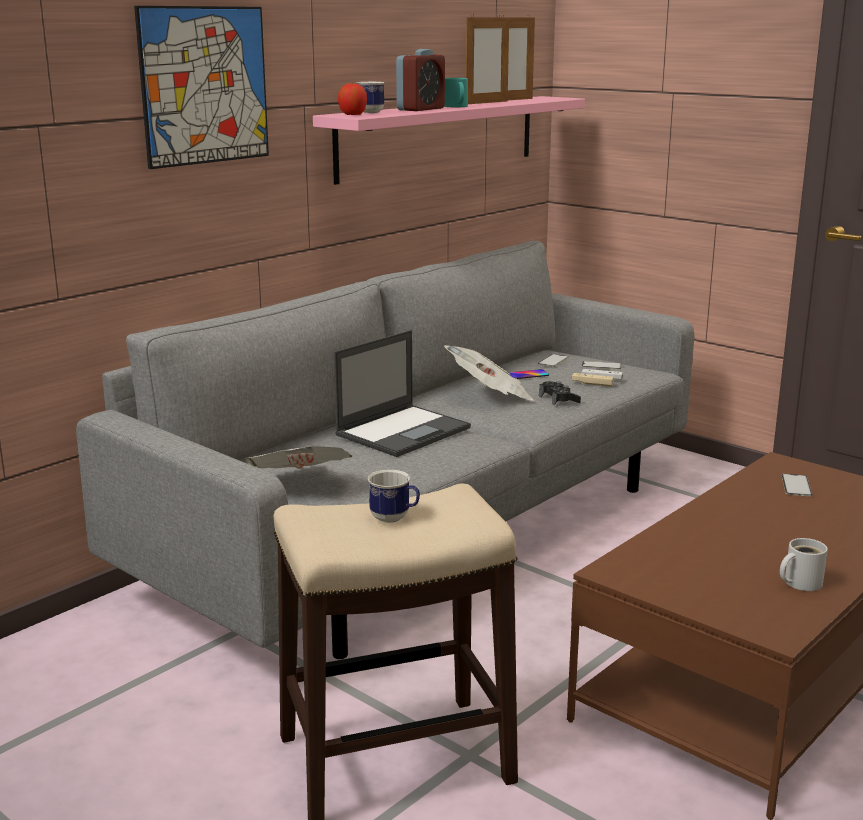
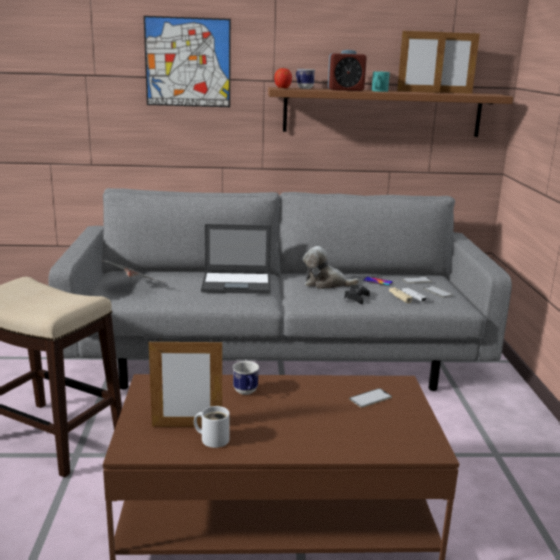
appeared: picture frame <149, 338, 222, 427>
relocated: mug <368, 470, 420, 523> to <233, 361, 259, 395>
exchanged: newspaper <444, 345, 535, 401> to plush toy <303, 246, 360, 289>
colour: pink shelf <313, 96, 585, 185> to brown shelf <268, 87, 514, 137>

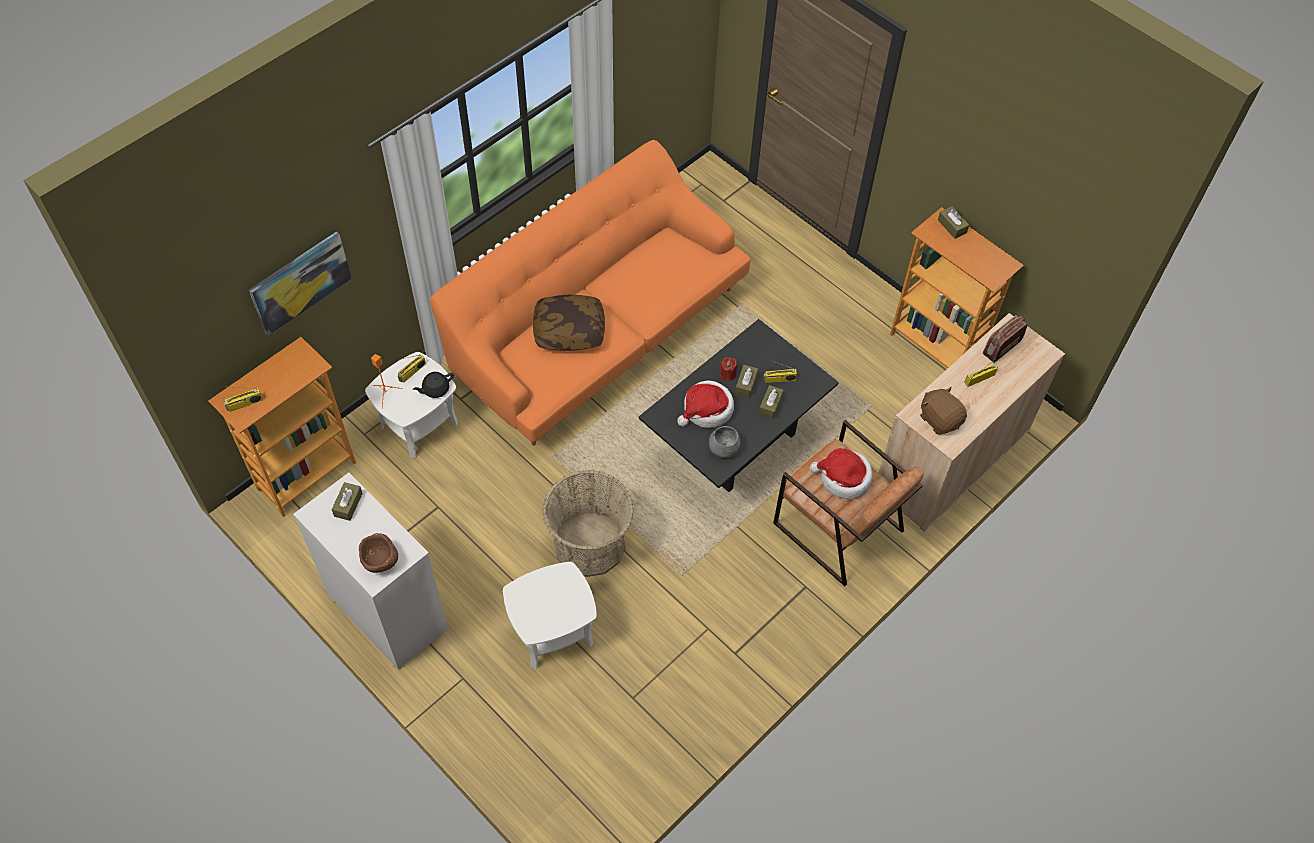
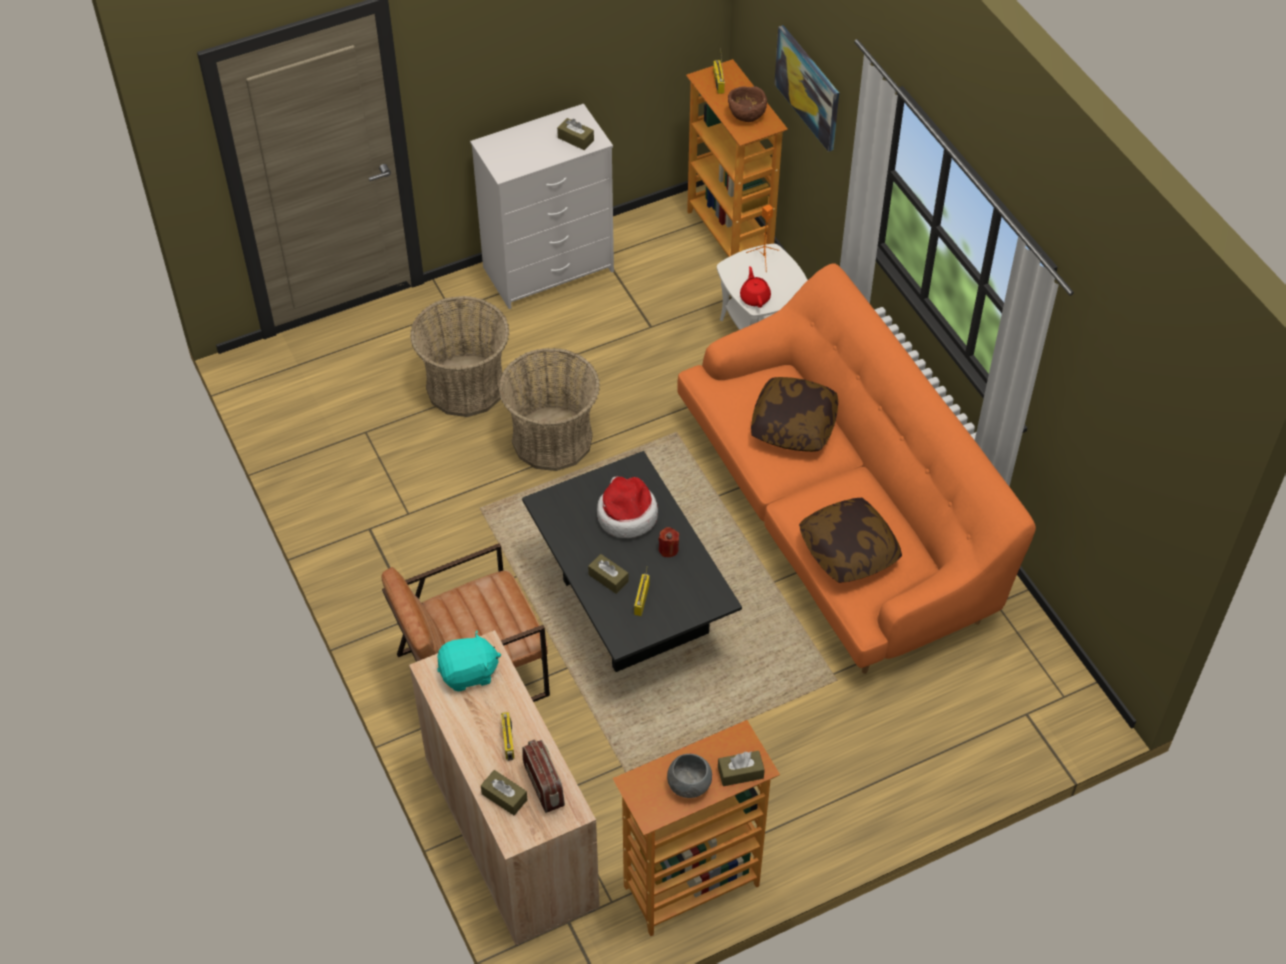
missing: radio <398, 354, 426, 383>; hat <810, 448, 873, 499>
appeared: pillow <799, 498, 902, 583>
relocated: brown tissue box <735, 365, 758, 398> to <481, 770, 528, 815>; grey bowl <709, 426, 740, 458> to <667, 754, 712, 798>; brown bowl <359, 533, 398, 573> to <728, 86, 767, 122>
exchanged: white side table <503, 562, 597, 669> to basket <410, 296, 509, 417>
colour: black teapot <413, 372, 454, 398> to red teapot <740, 266, 771, 308>; brown plush toy <920, 387, 967, 435> to turquoise plush toy <437, 630, 501, 691>

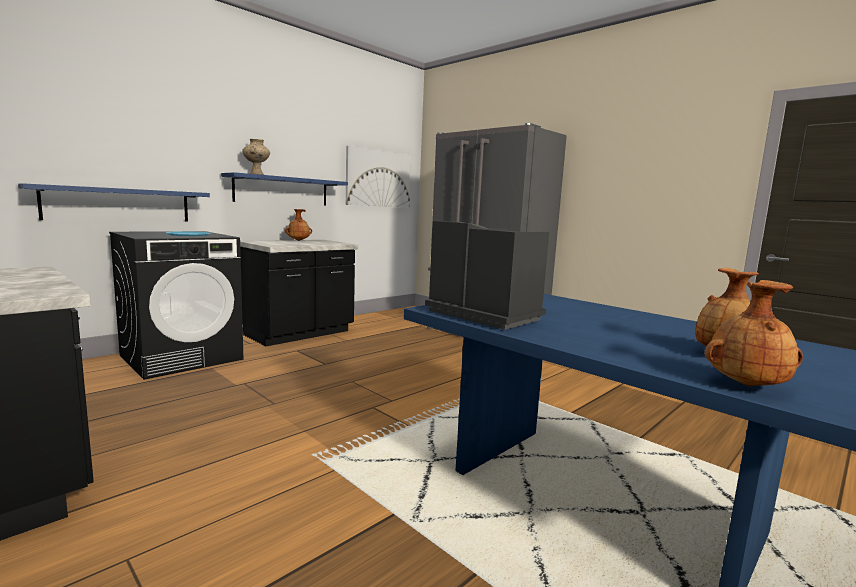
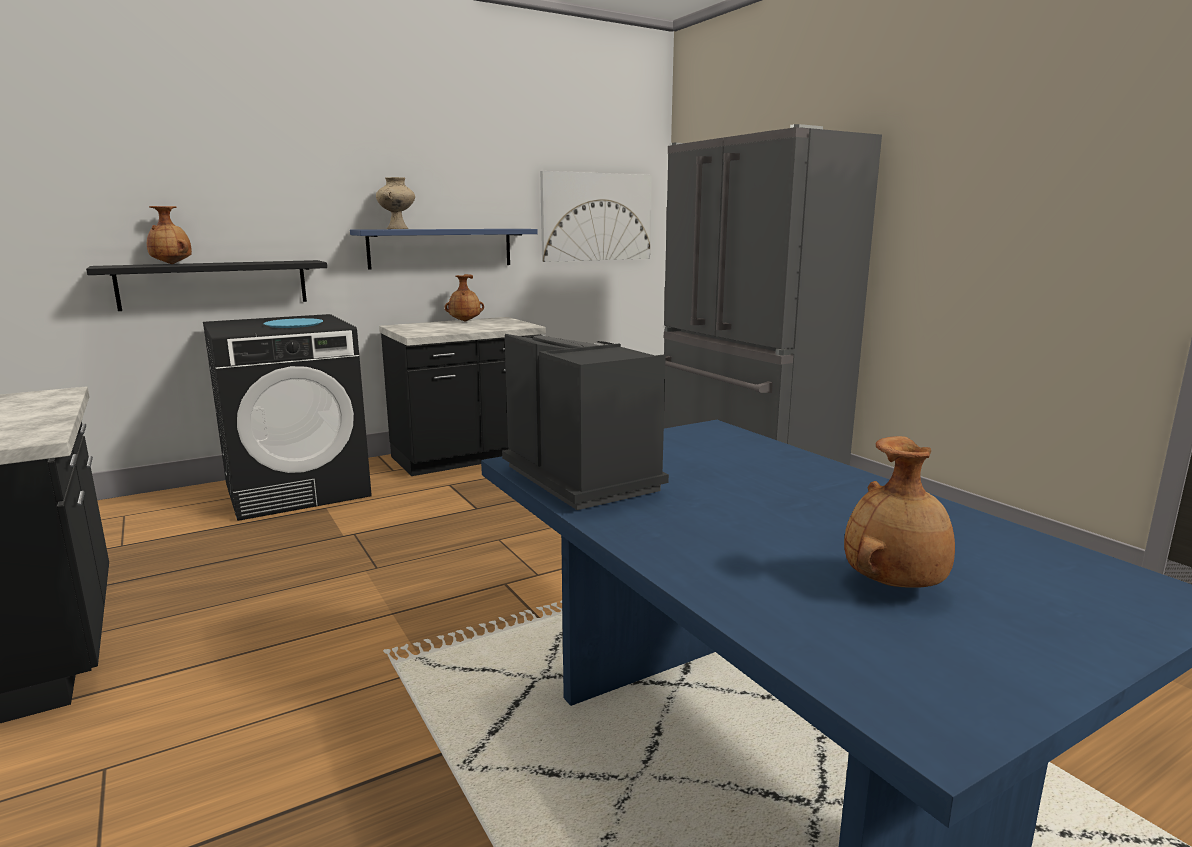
relocated: brown vase <704, 280, 803, 386> to <147, 206, 192, 264>
colour: blue shelf <18, 183, 210, 222> to black shelf <86, 260, 327, 311>

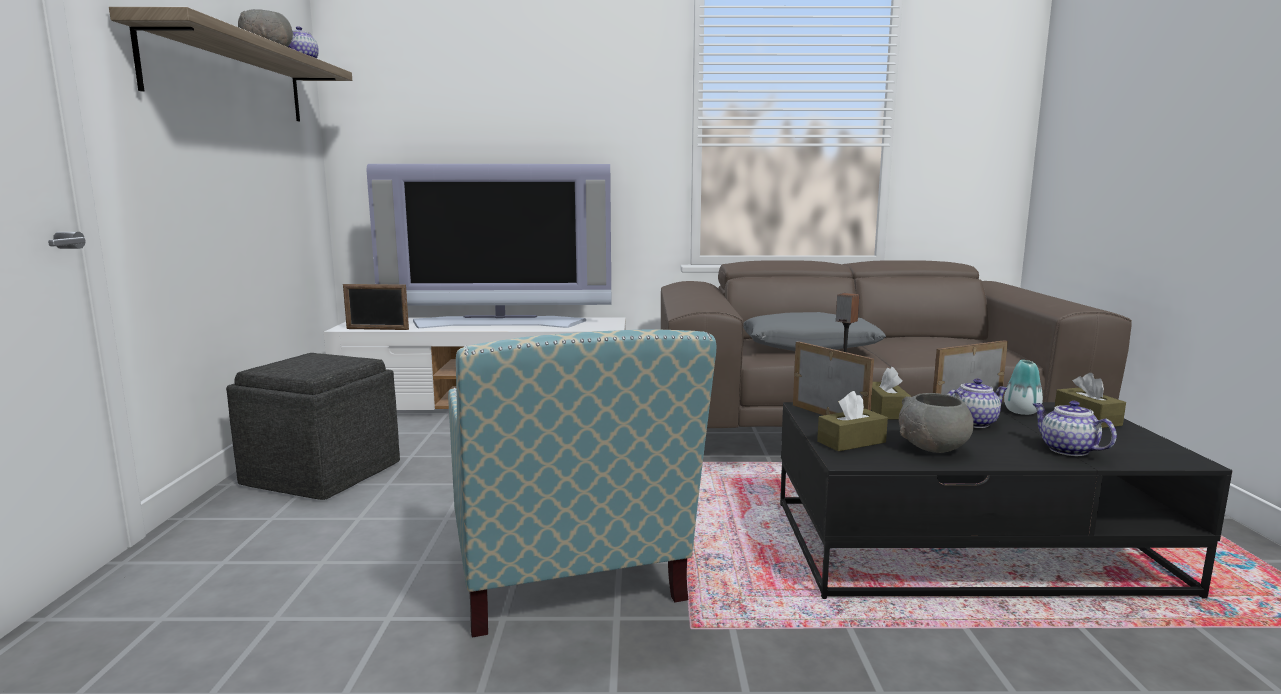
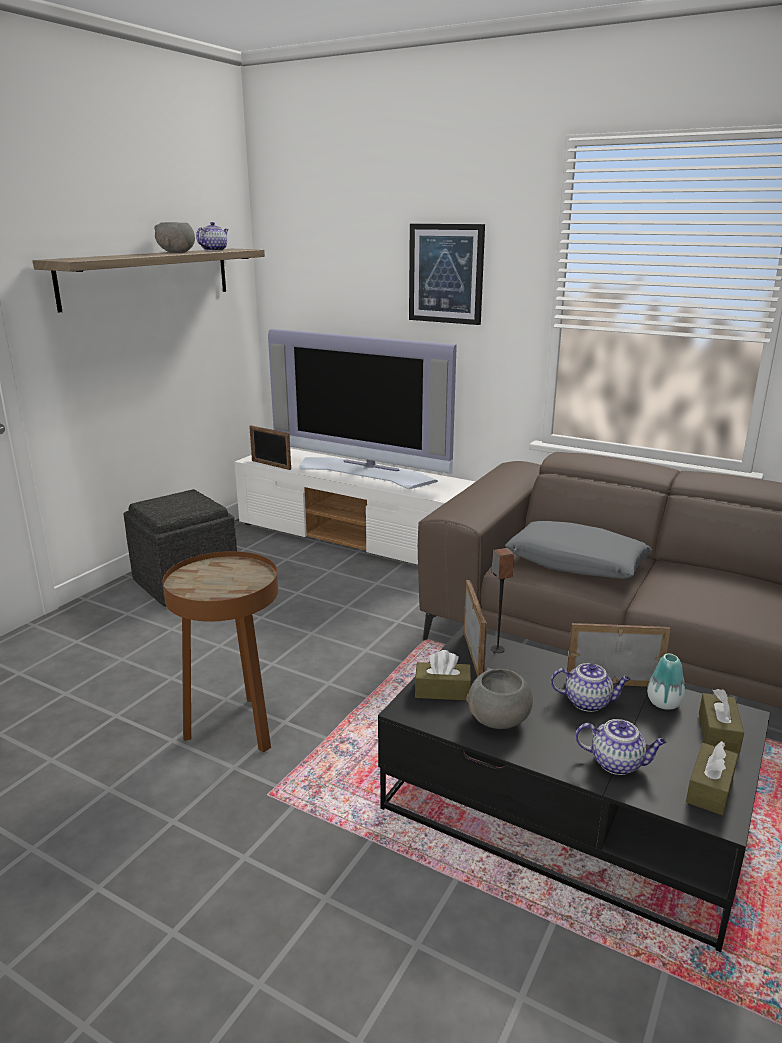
appeared: picture <409, 224, 485, 325>
relocated: brown tissue box <871, 367, 911, 419> to <686, 741, 738, 815>
exchanged: armchair <448, 329, 716, 637> to brown side table <162, 551, 278, 753>
spun: teapot <1033, 401, 1117, 456> = <575, 719, 667, 775> 105 degrees clockwise

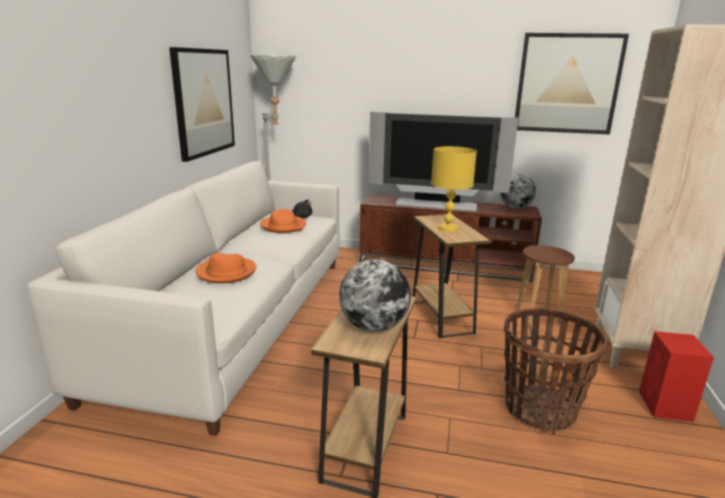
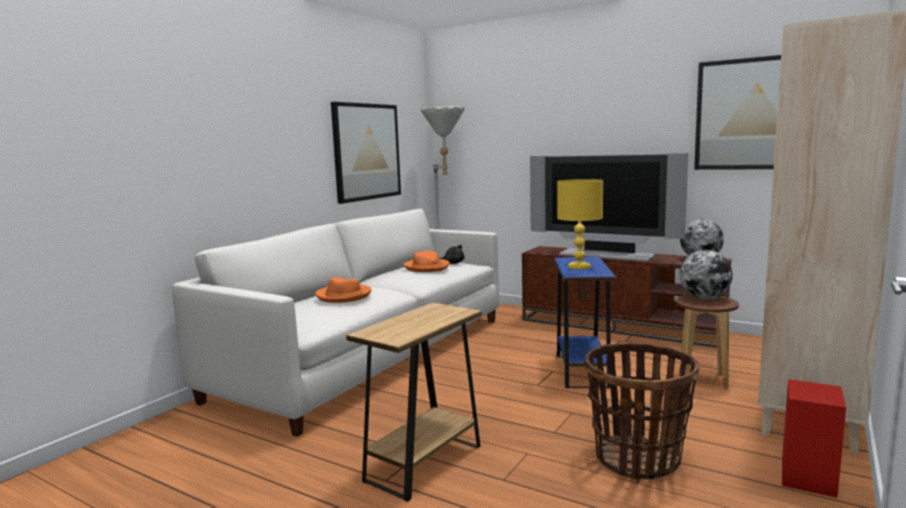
relocated: globe <339, 259, 411, 332> to <679, 250, 733, 299>
colour: brown side table <413, 214, 490, 338> to blue side table <555, 257, 616, 388>

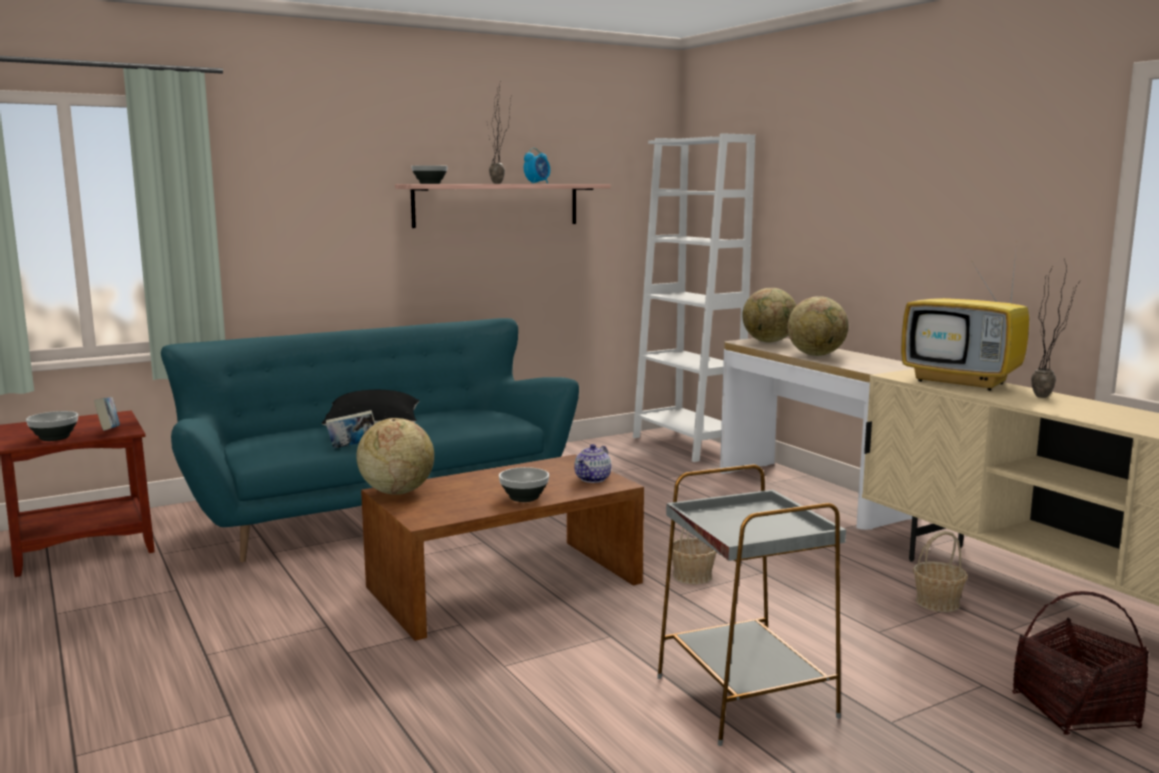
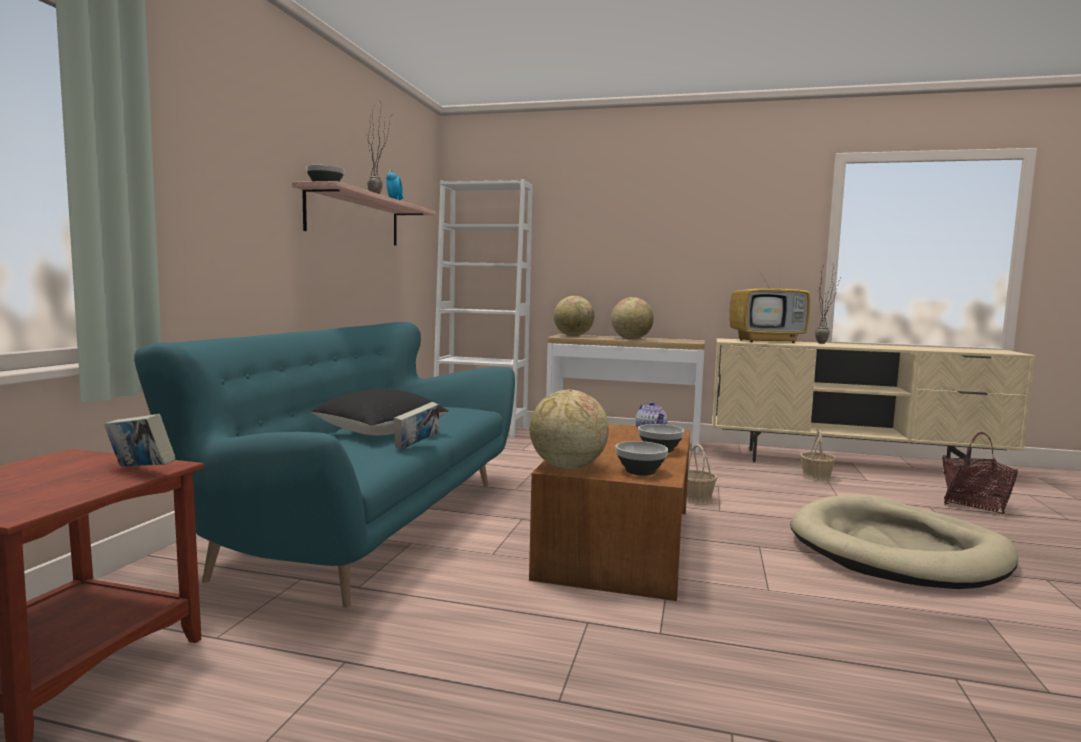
relocated: bowl <26, 411, 78, 441> to <616, 441, 668, 476>
exchanged: grey side table <657, 465, 846, 746> to beige dog bed <790, 495, 1019, 589>

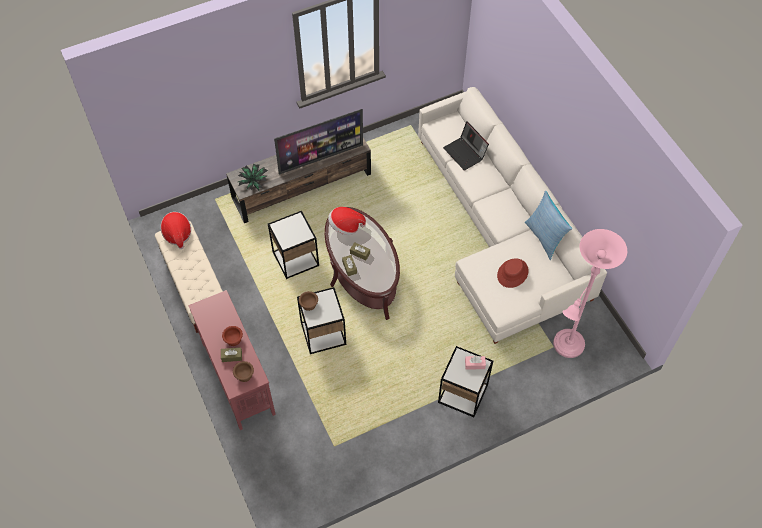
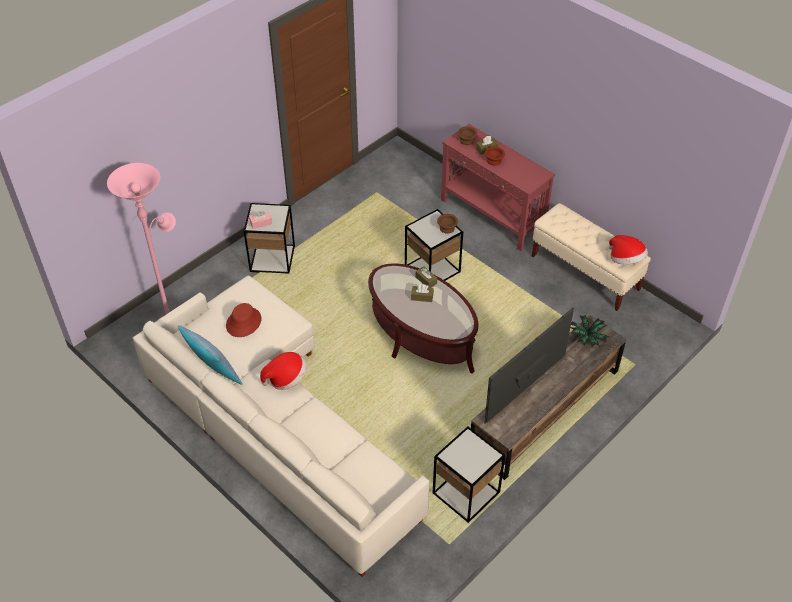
missing: laptop <443, 121, 489, 170>
relocated: hat <328, 207, 366, 235> to <260, 352, 307, 390>; side table <268, 211, 319, 279> to <433, 426, 505, 523>

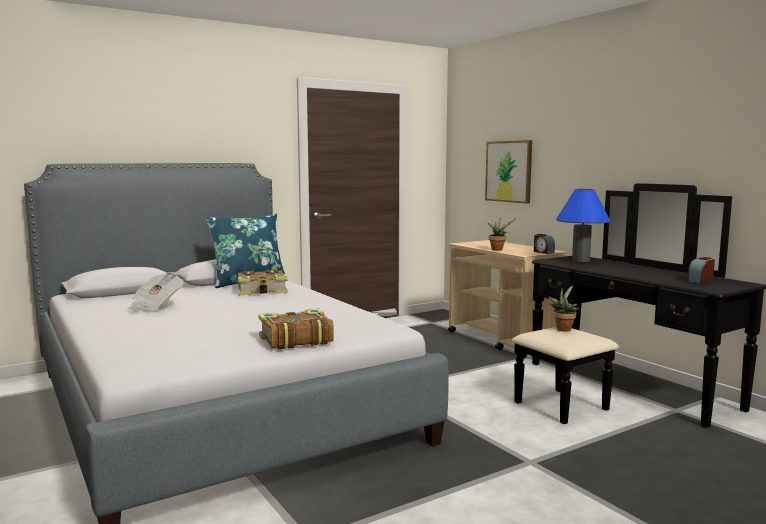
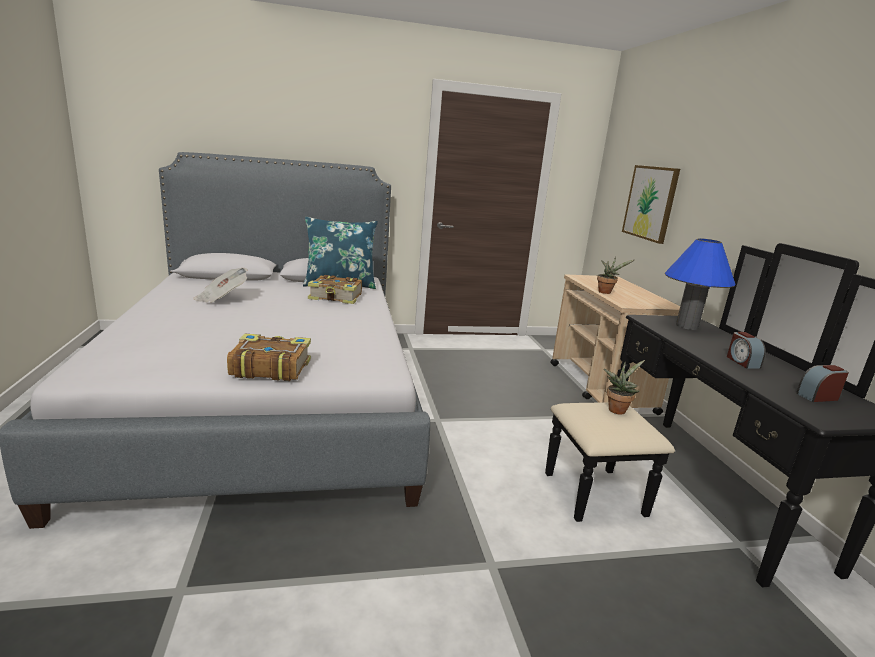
relocated: alarm clock <534, 234, 555, 254> to <727, 332, 766, 369>

